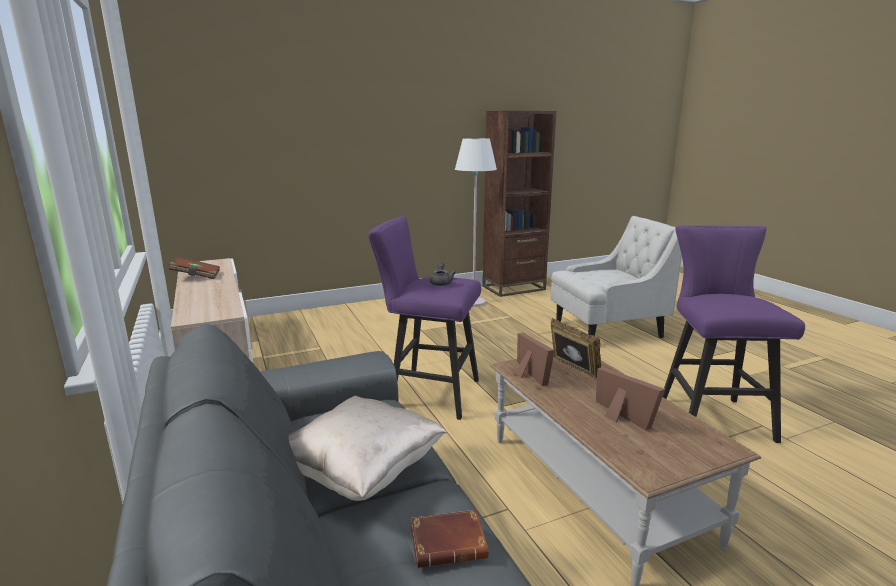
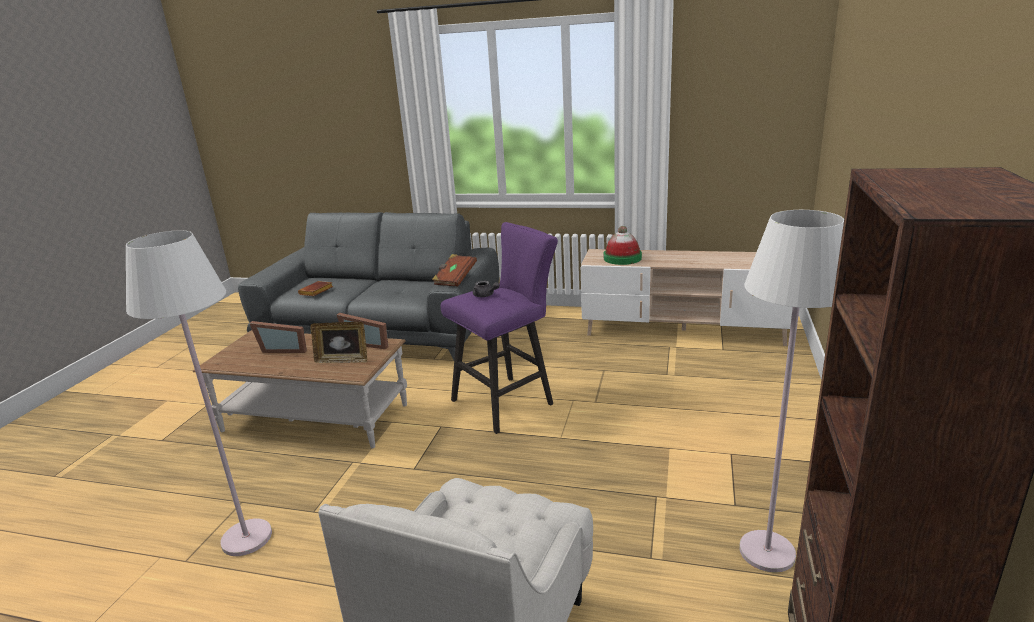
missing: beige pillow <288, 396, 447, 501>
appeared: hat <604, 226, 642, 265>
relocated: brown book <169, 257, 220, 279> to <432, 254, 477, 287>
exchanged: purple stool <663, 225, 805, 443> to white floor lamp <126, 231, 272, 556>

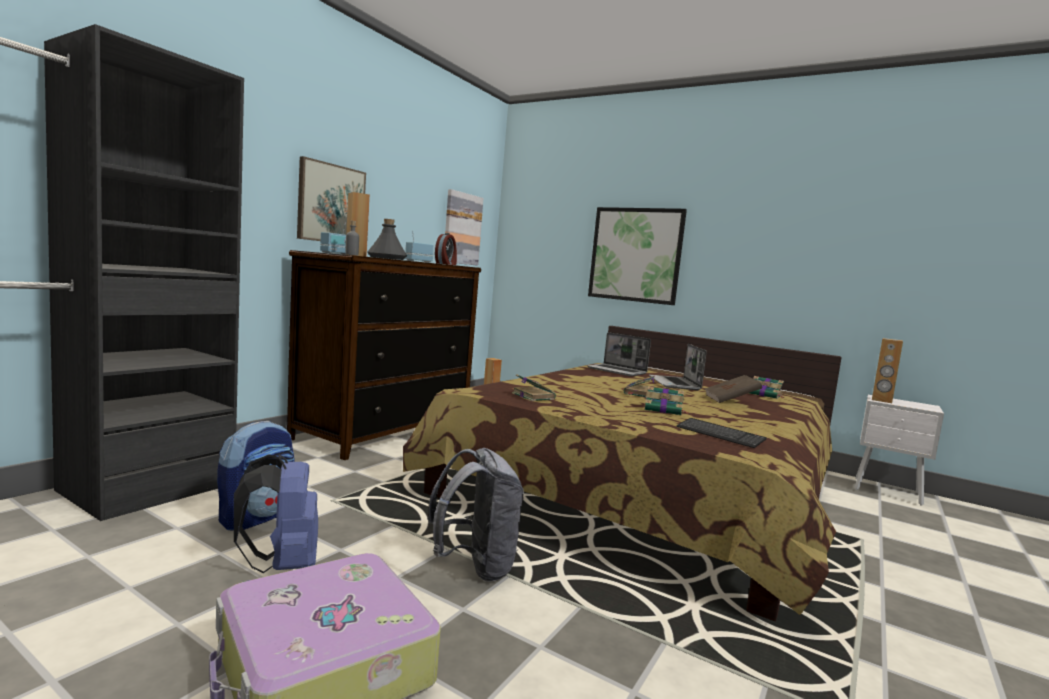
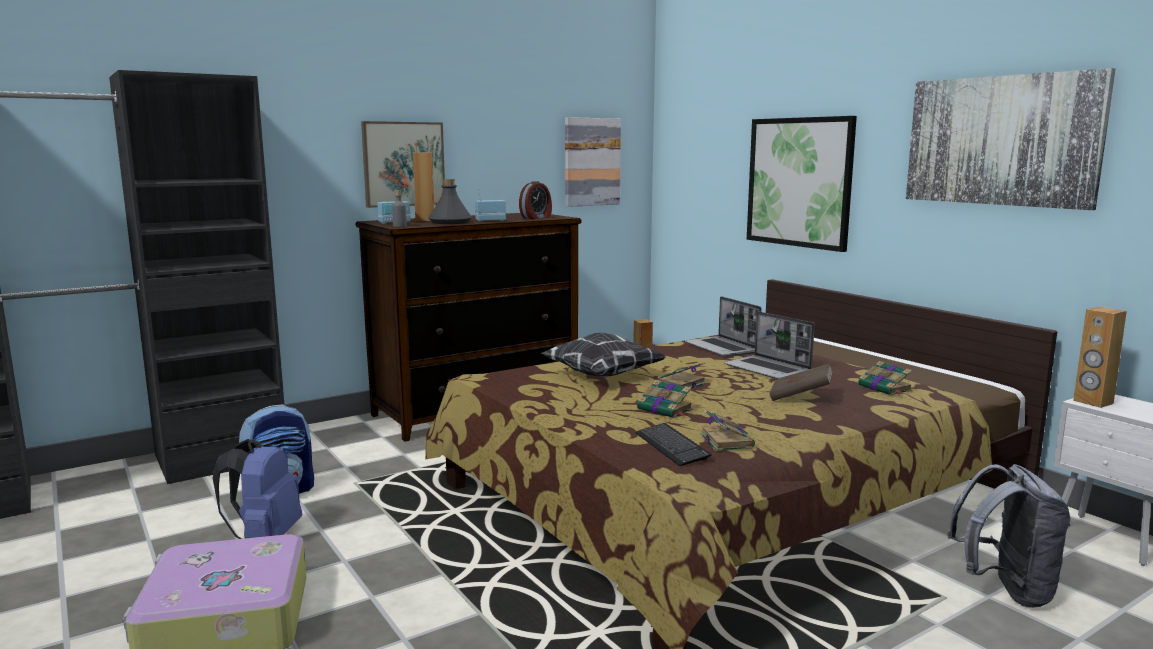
appeared: picture <906, 68, 1116, 210>; pillow <541, 333, 666, 377>
relocated: book <512, 374, 556, 401> to <700, 409, 755, 451>; grey backpack <428, 448, 524, 582> to <947, 464, 1070, 608>
spun: laptop <649, 344, 707, 390> = <724, 311, 815, 379> 60 degrees counterclockwise

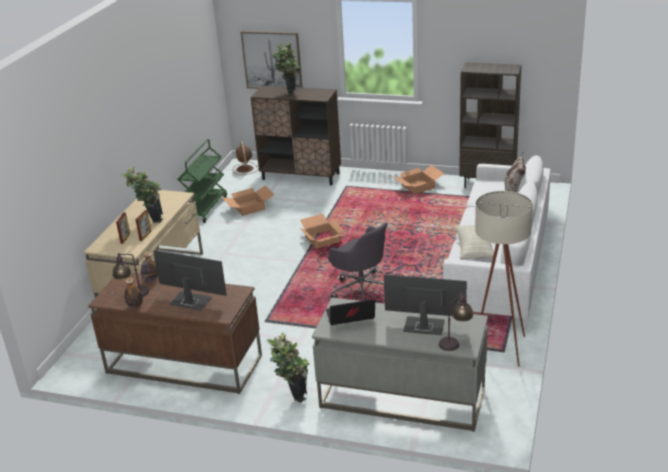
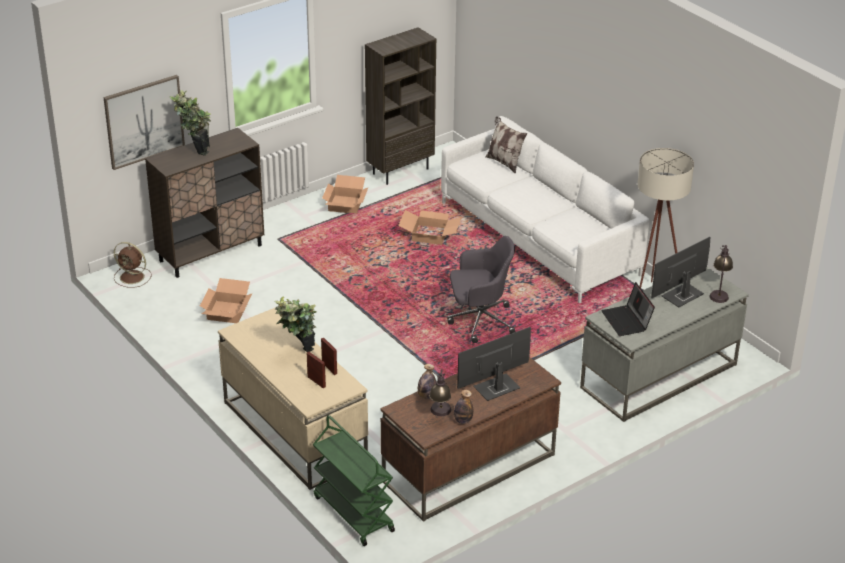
missing: pillow <454, 225, 494, 260>; potted plant <267, 332, 310, 403>
relocated: green cart <177, 139, 227, 223> to <313, 415, 395, 546>; cardboard box <300, 214, 344, 249> to <398, 210, 462, 245>
spun: laptop <326, 299, 375, 325> = <601, 282, 655, 336> 45 degrees counterclockwise

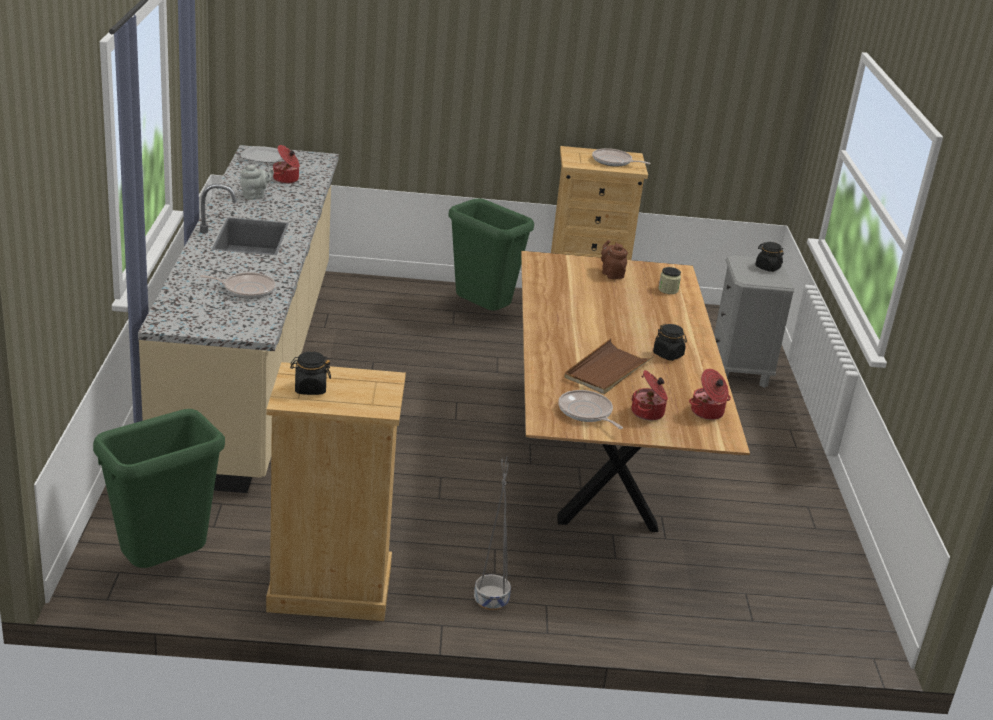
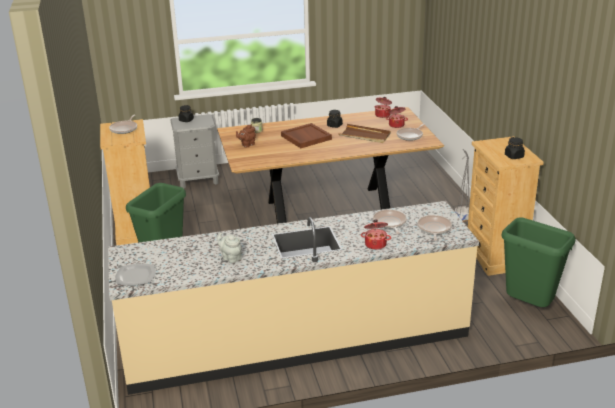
appeared: brown tray <281, 123, 332, 148>; frying pan <418, 215, 452, 241>
relocated: cooking pot <273, 145, 300, 183> to <361, 219, 391, 250>

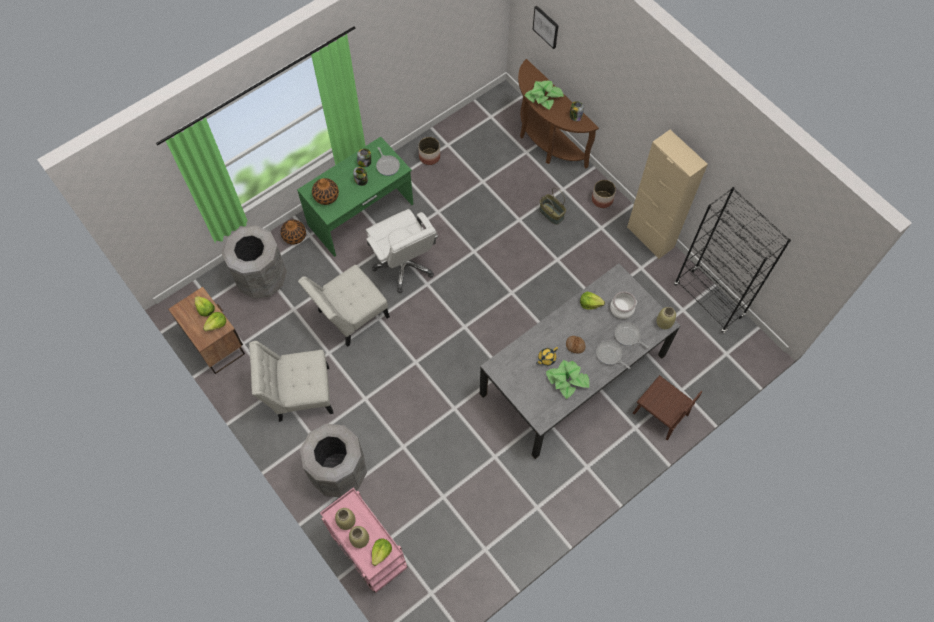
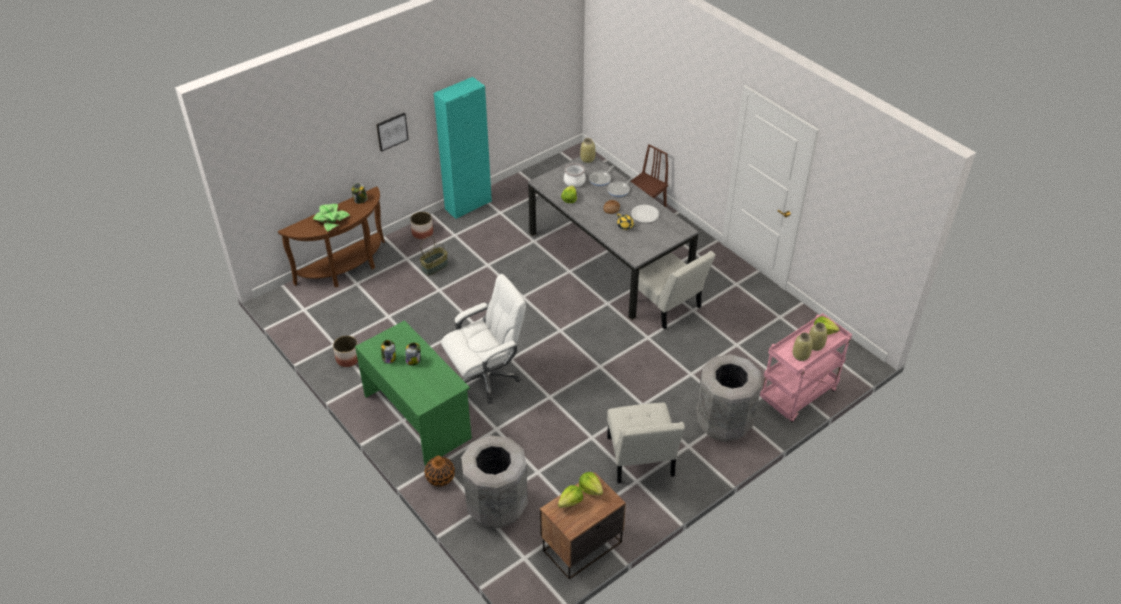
missing: frying pan <376, 147, 400, 176>; vase <312, 178, 339, 205>; black bookcase <674, 187, 791, 333>
relocated: picture <533, 6, 559, 49> to <376, 113, 409, 152>; white chair <298, 265, 390, 347> to <638, 251, 716, 329>
exchanged: potted plant <546, 360, 590, 399> to white plate <631, 205, 659, 223>
colour: beige cabinet <627, 130, 708, 259> to turquoise cabinet <434, 77, 492, 219>

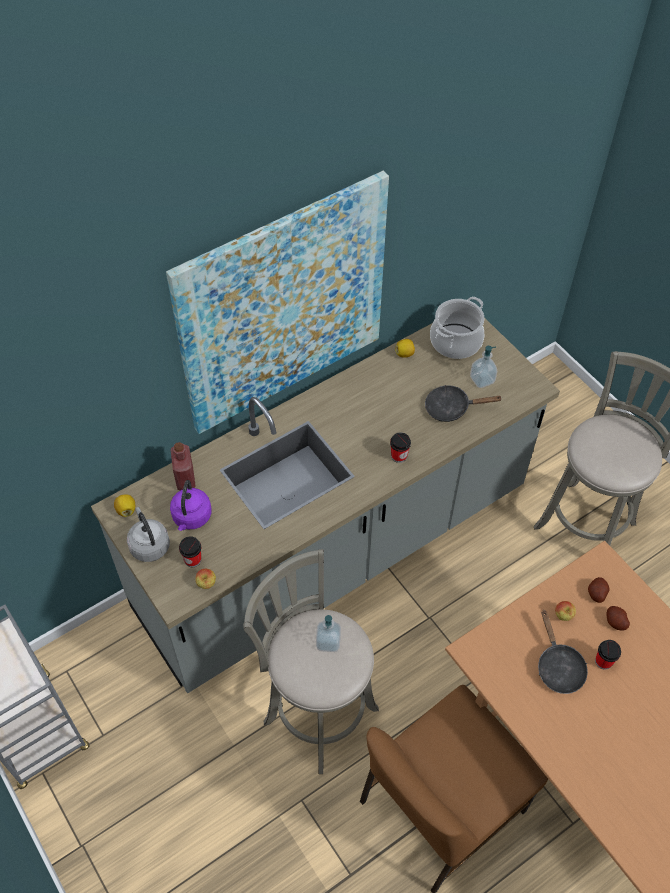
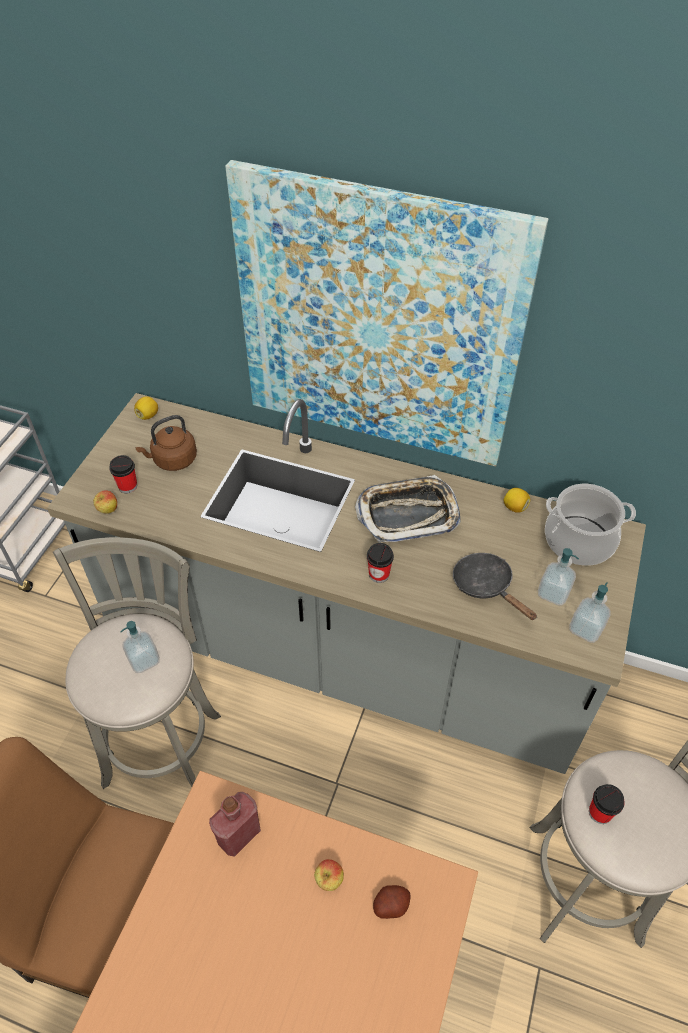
missing: grey kettle <127, 507, 170, 562>; potato <606, 606, 630, 631>; black frying pan <538, 610, 588, 694>
appeared: tray <355, 475, 461, 543>; soap dispenser <570, 582, 611, 643>
relocated: red bottle <170, 442, 196, 491> to <209, 792, 261, 857>; cup <595, 640, 621, 670> to <589, 784, 625, 824>
colour: purple kettle <170, 480, 212, 531> to brown kettle <135, 415, 197, 471>

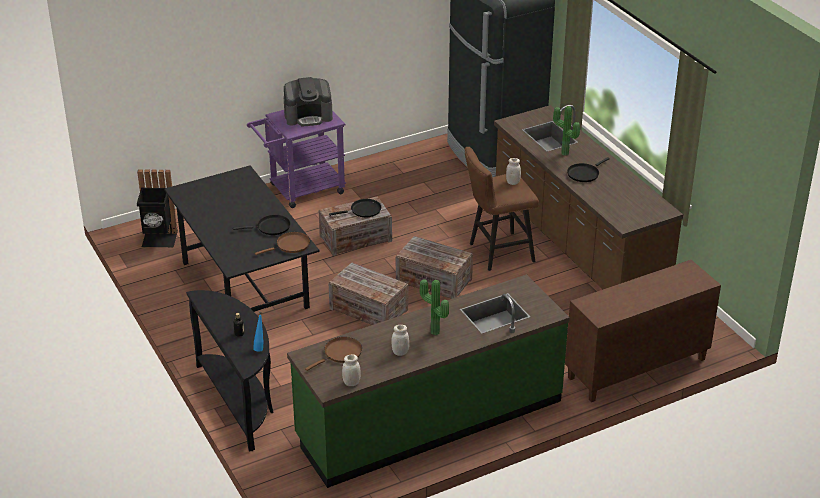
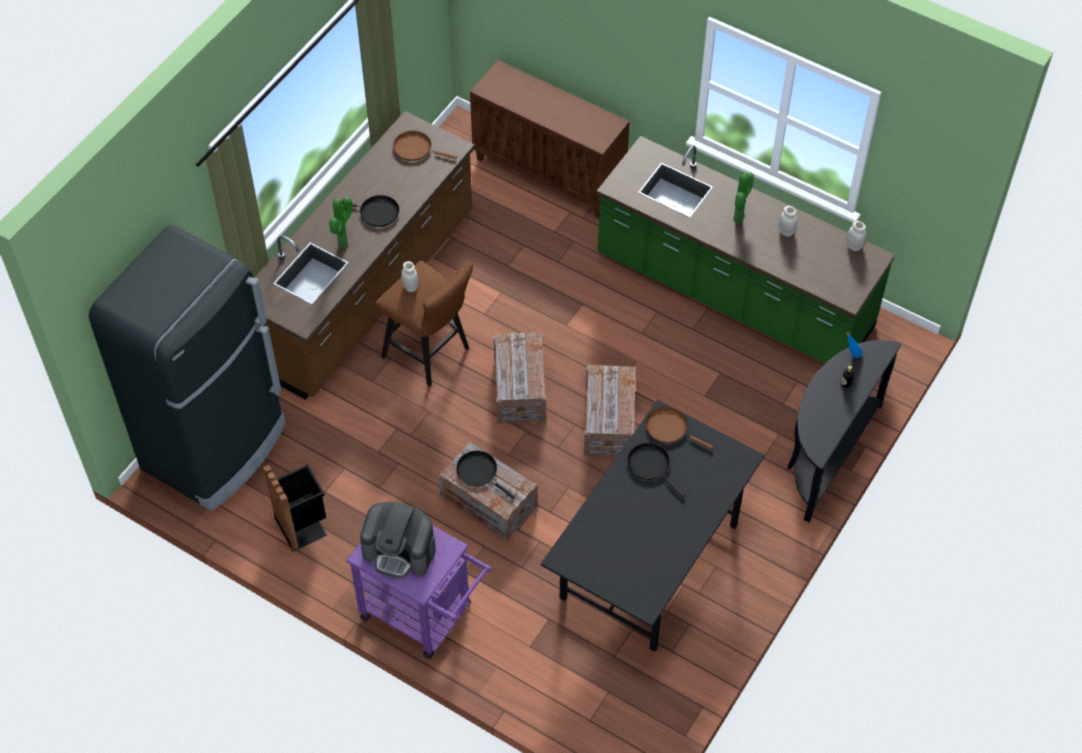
relocated: black trash can <137, 169, 178, 247> to <263, 465, 327, 551>; brown frying pan <305, 337, 362, 371> to <393, 131, 457, 161>
spun: coffee machine <283, 77, 333, 127> = <360, 502, 436, 579> 150 degrees clockwise

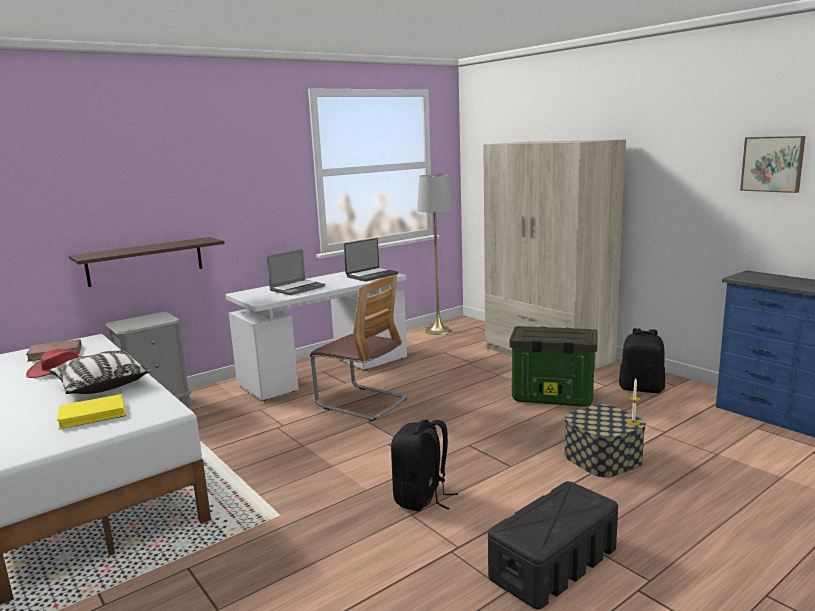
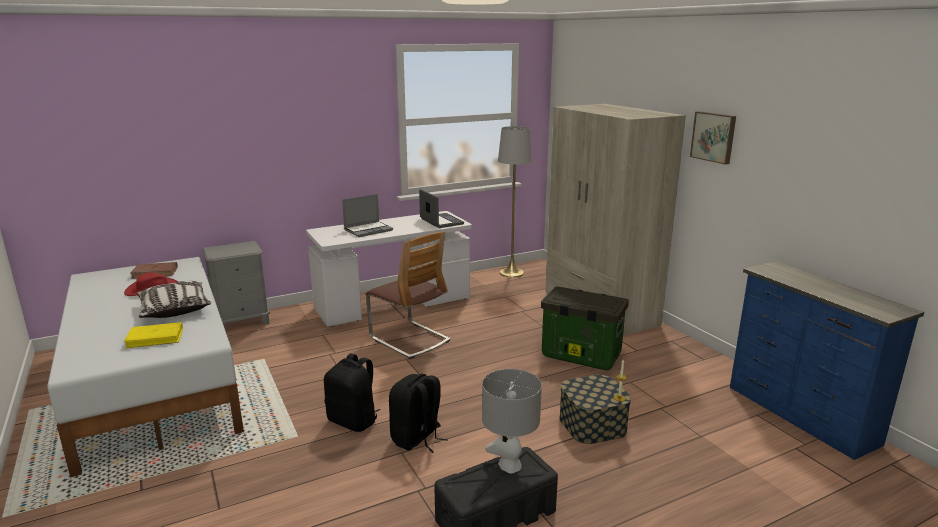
missing: shelf <69, 237, 225, 287>
appeared: grey table lamp <482, 369, 542, 473>
relocated: picture <740, 136, 806, 193> to <690, 111, 736, 165>; black backpack <619, 328, 665, 393> to <324, 353, 380, 432>
spun: laptop <344, 238, 398, 281> = <419, 189, 464, 228> 90 degrees counterclockwise

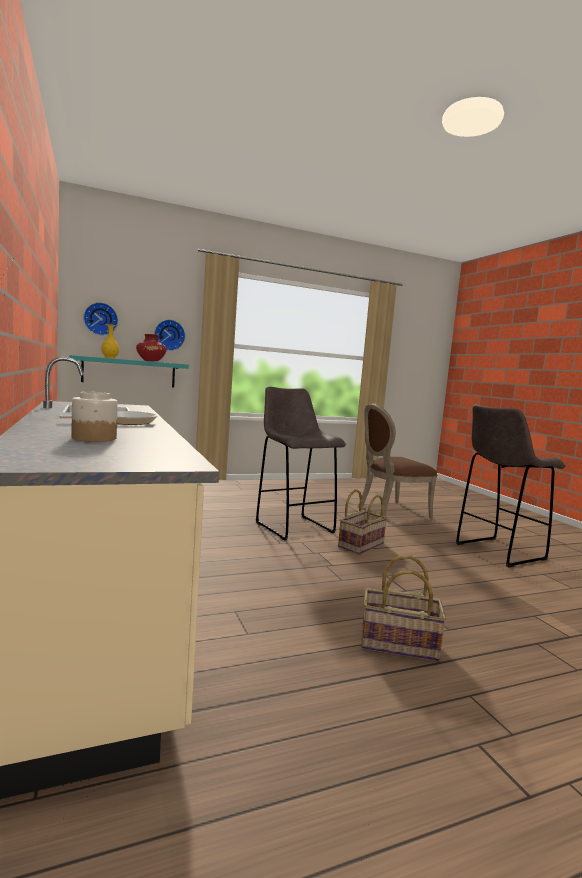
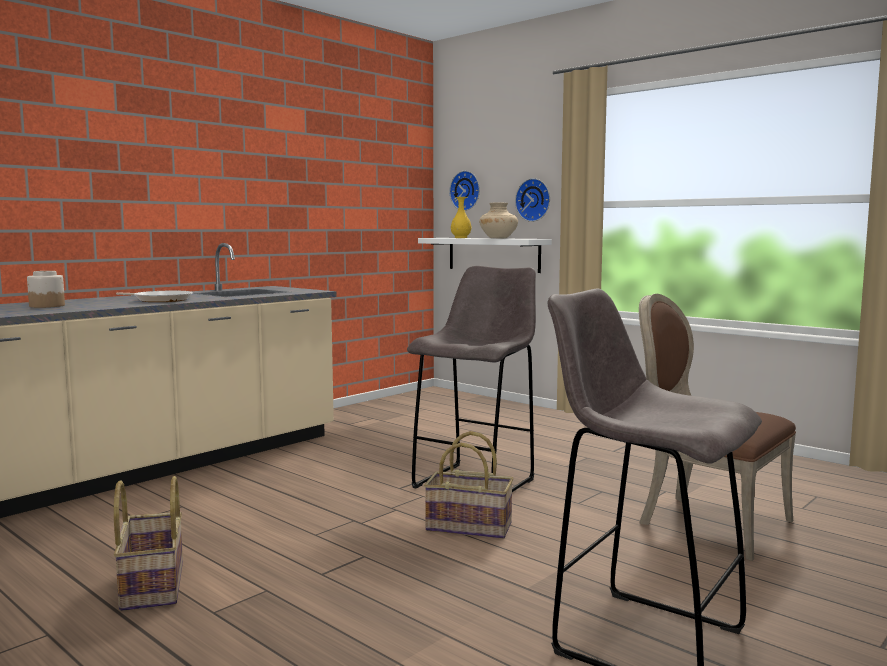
colour: red vase <136, 334, 166, 361> to beige vase <479, 202, 518, 238>; turquoise shelf <69, 355, 189, 388> to white shelf <418, 238, 552, 273>

